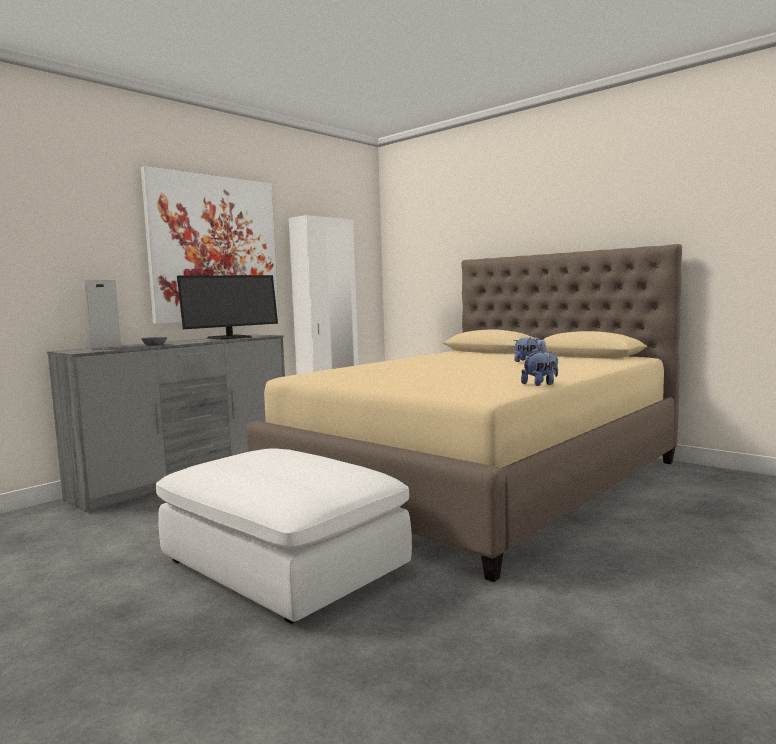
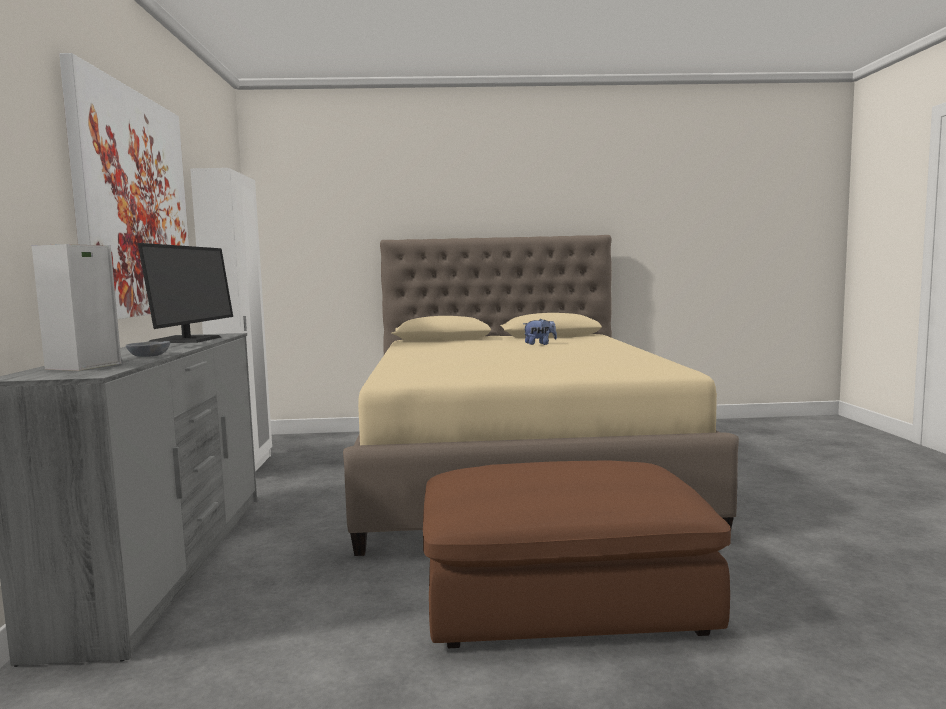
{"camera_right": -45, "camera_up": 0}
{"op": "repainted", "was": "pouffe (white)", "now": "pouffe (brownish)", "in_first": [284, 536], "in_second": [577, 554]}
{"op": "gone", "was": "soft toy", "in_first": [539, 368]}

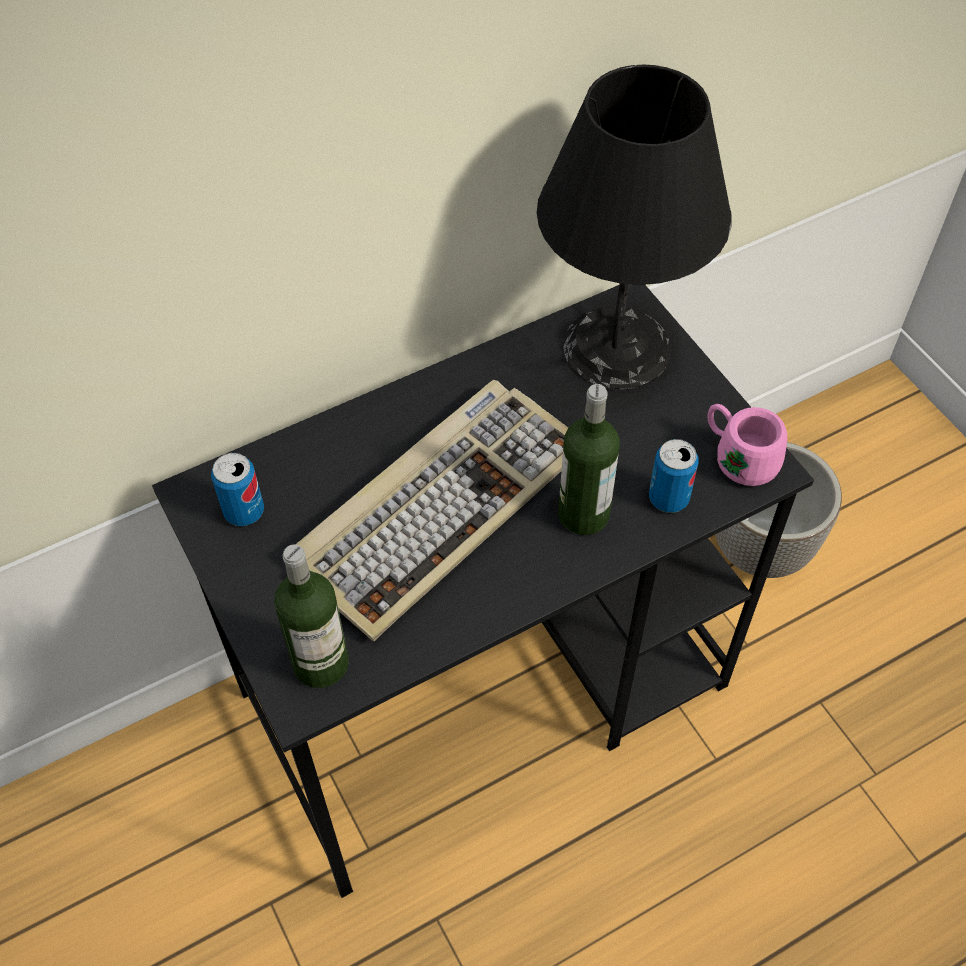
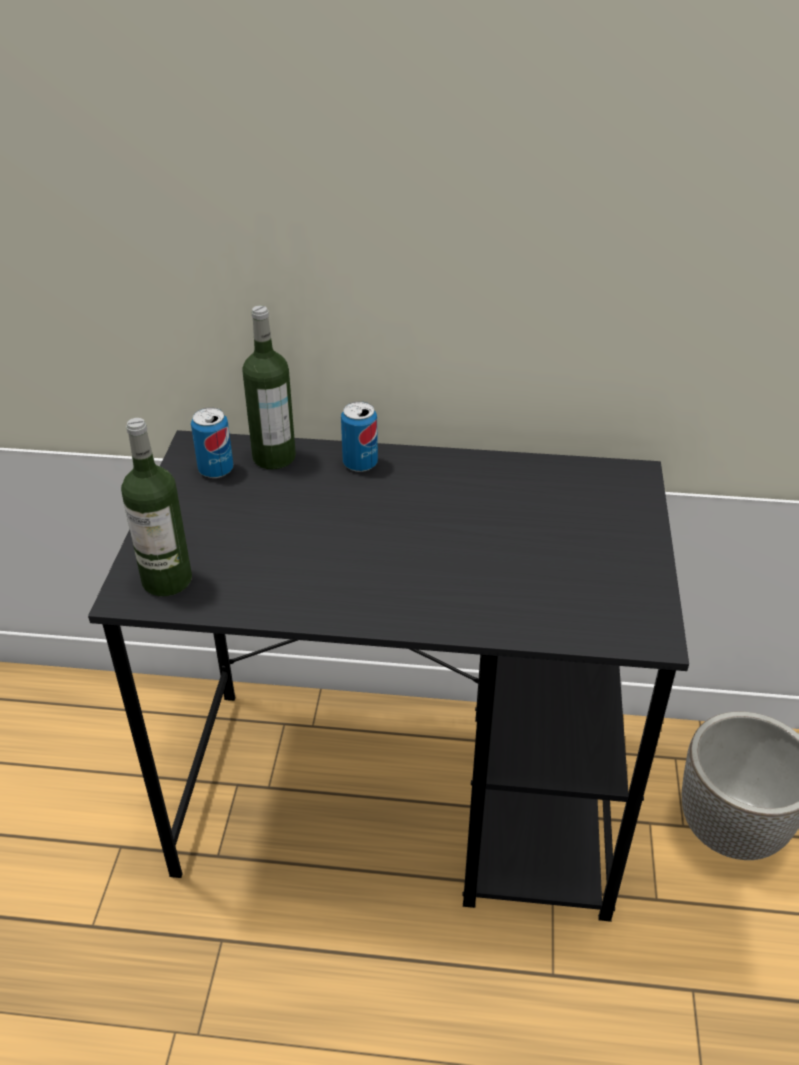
{"camera_right": 35, "camera_up": -15}
{"op": "gone", "was": "PC keyboard", "in_first": [431, 510]}
{"op": "gone", "was": "table lamp (black)", "in_first": [634, 227]}
{"op": "shifted", "was": "drink bottle", "in_first": [589, 459], "in_second": [269, 387]}
{"op": "shifted", "was": "sealed can", "in_first": [674, 476], "in_second": [359, 436]}
{"op": "gone", "was": "tea mug (pink)", "in_first": [747, 445]}

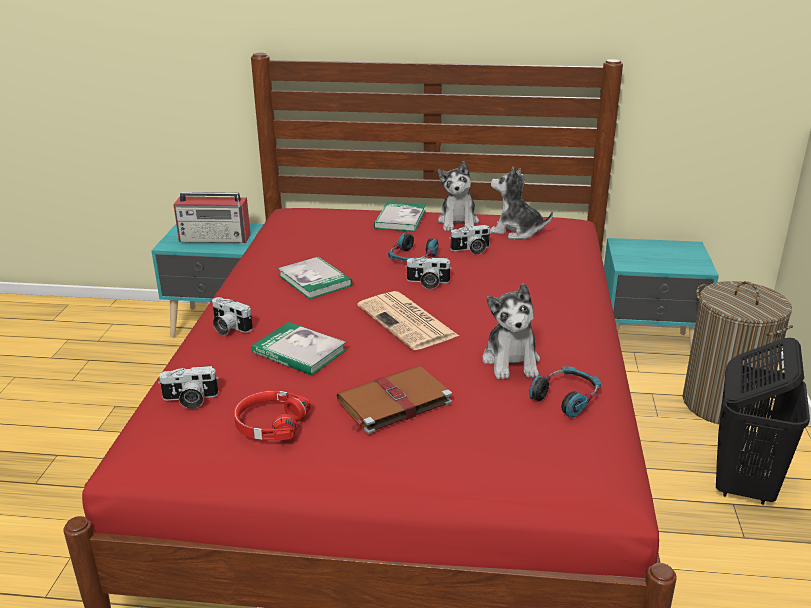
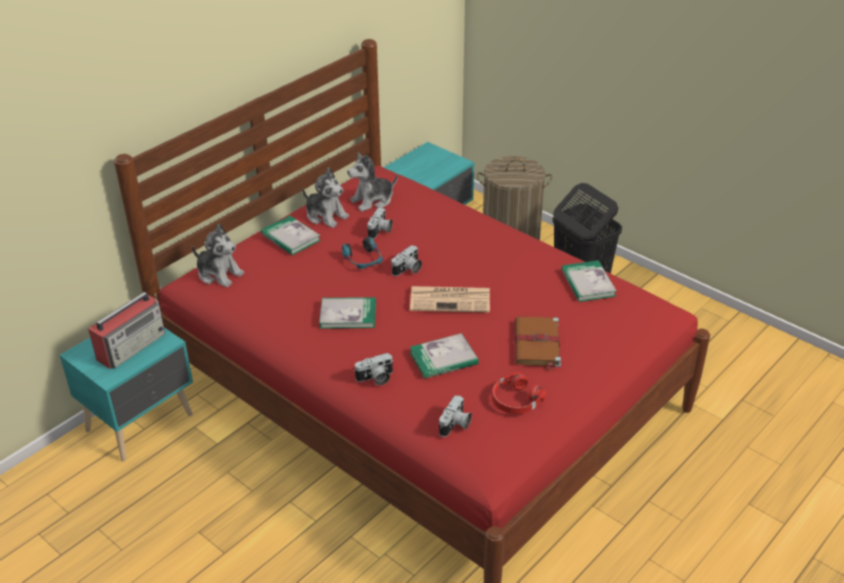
{"camera_right": -55, "camera_up": 10}
{"op": "shifted", "was": "soft toy", "in_first": [511, 331], "in_second": [217, 255]}
{"op": "swapped", "was": "pair of headphones", "now": "book", "in_first": [565, 392], "in_second": [589, 281]}

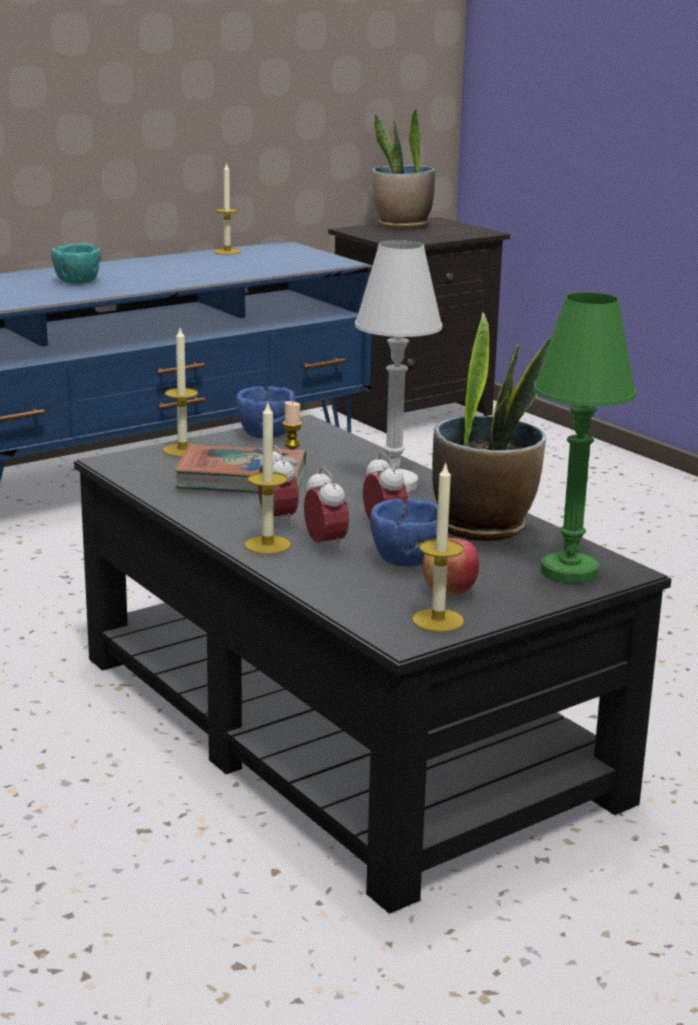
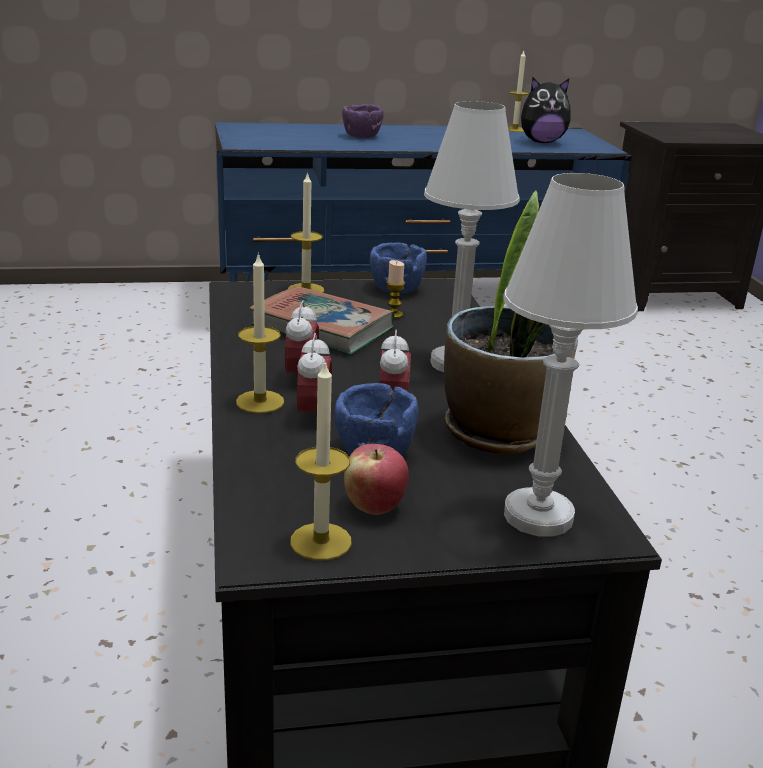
{"camera_right": 25, "camera_up": 5}
{"op": "repainted", "was": "serving bowl (turquoise-coloured)", "now": "serving bowl (purple-coloured)", "in_first": [76, 263], "in_second": [363, 121]}
{"op": "gone", "was": "houseplant", "in_first": [403, 169]}
{"op": "repainted", "was": "table lamp (green)", "now": "table lamp (white)", "in_first": [584, 437], "in_second": [571, 355]}
{"op": "new", "now": "soft toy", "in_second": [545, 110]}

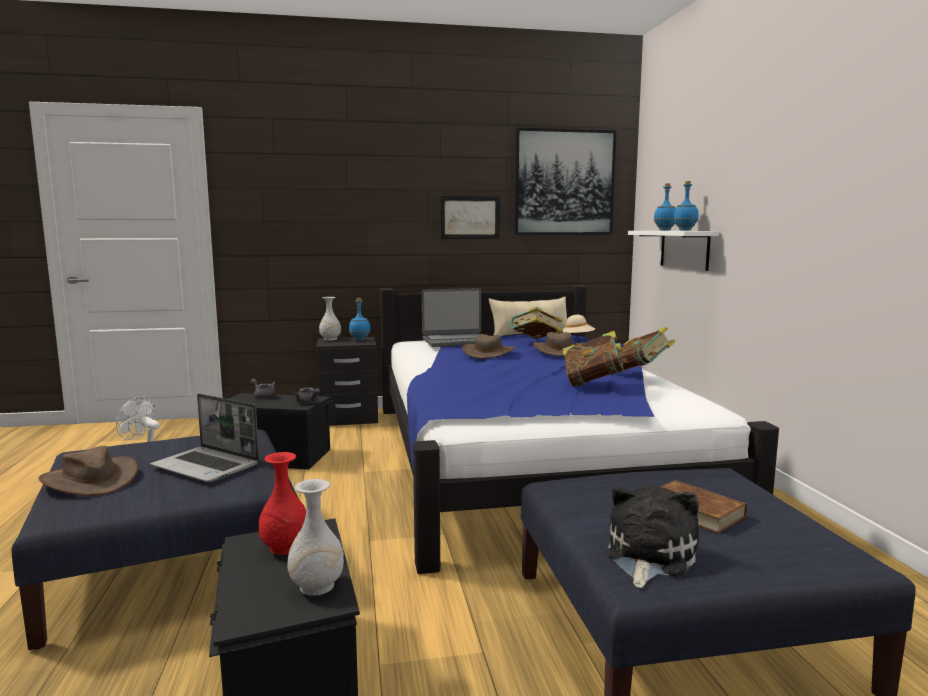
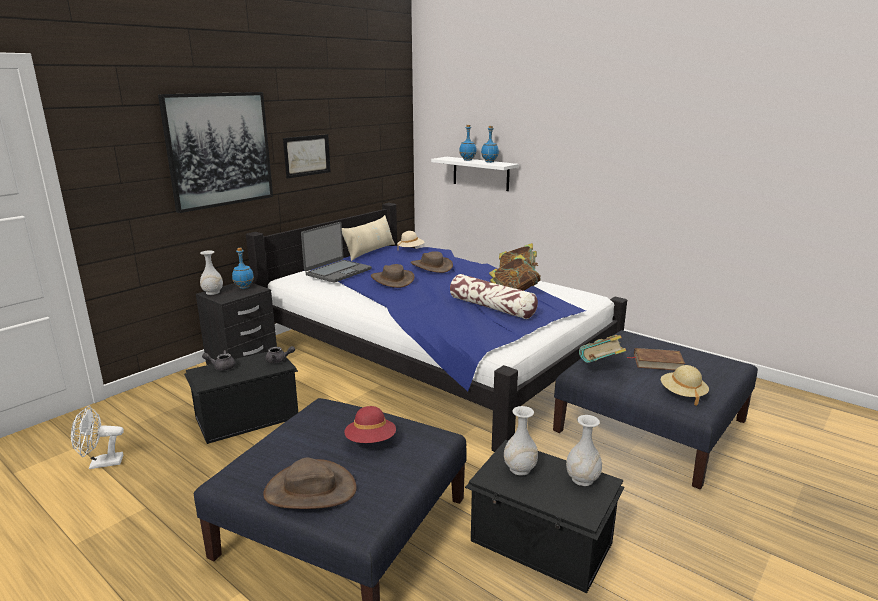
{"camera_right": -40, "camera_up": 10}
{"op": "swapped", "was": "portable computer", "now": "wearable hat (red)", "in_first": [204, 438], "in_second": [370, 424]}
{"op": "repainted", "was": "flower vase (red)", "now": "flower vase (white)", "in_first": [282, 503], "in_second": [521, 441]}
{"op": "shifted", "was": "book", "in_first": [537, 323], "in_second": [602, 349]}
{"op": "shifted", "was": "wall picture", "in_first": [565, 181], "in_second": [215, 152]}
{"op": "swapped", "was": "soft toy", "now": "wearable hat (beige)", "in_first": [652, 537], "in_second": [685, 385]}
{"op": "new", "now": "pillow", "in_second": [494, 296]}

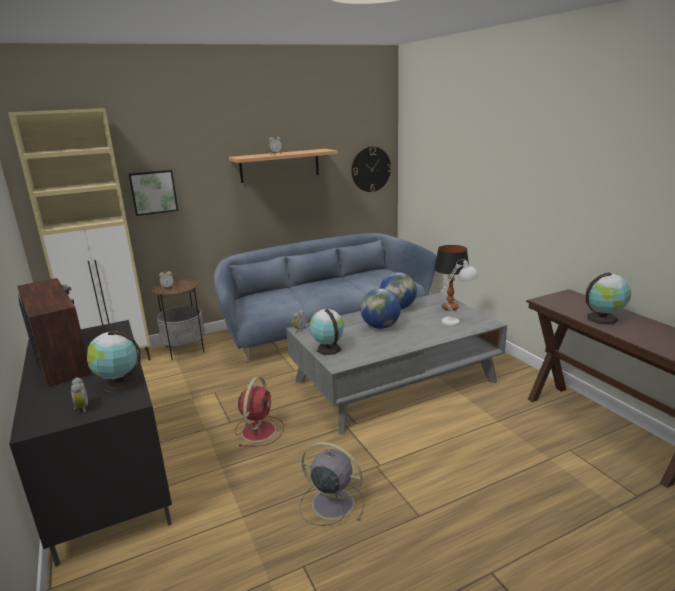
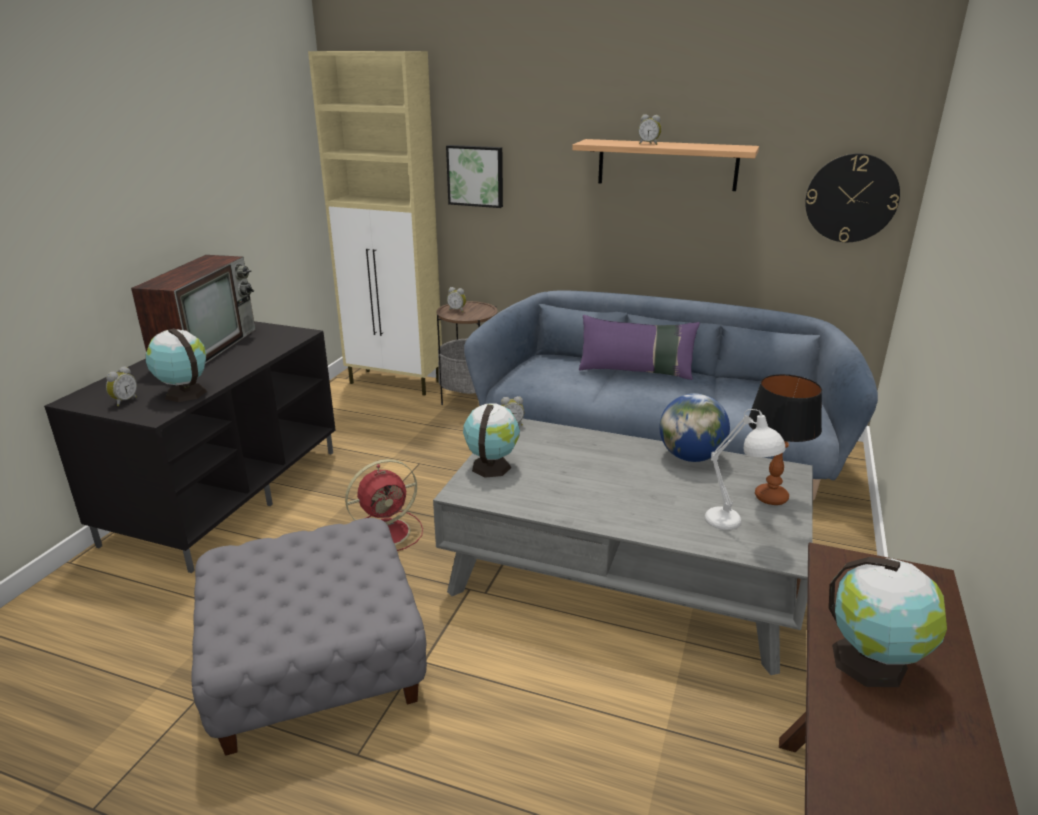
{"camera_right": 45, "camera_up": 5}
{"op": "swapped", "was": "electric fan (grey)", "now": "pouffe (grey)", "in_first": [331, 484], "in_second": [309, 637]}
{"op": "gone", "was": "globe", "in_first": [380, 308]}
{"op": "new", "now": "pillow (purple-coloured)", "in_second": [639, 347]}

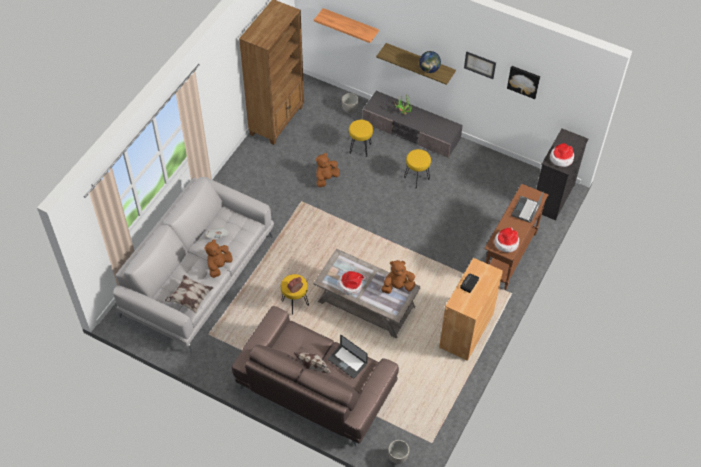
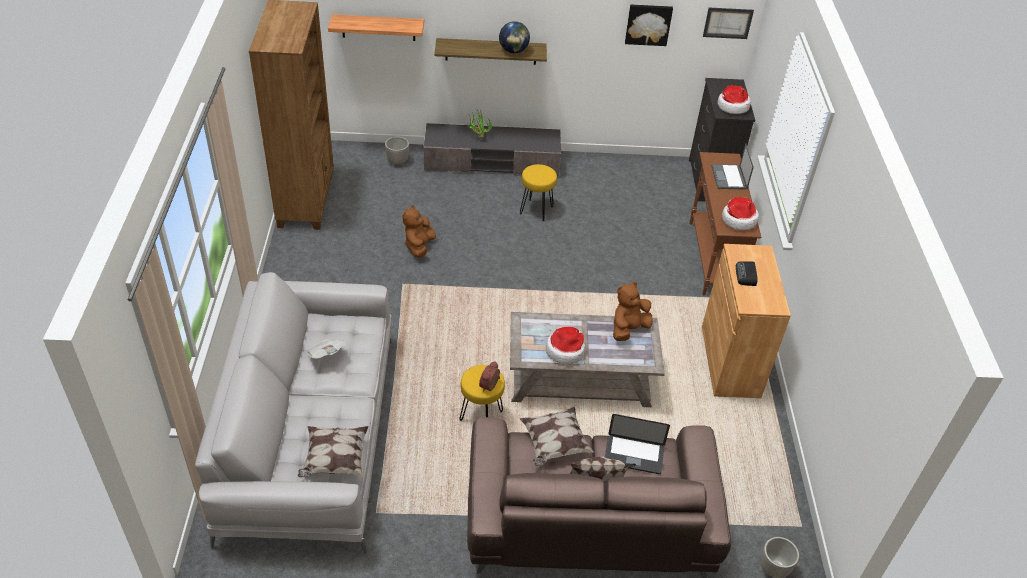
{"camera_right": -30, "camera_up": -10}
{"op": "gone", "was": "soft toy (brownish)", "in_first": [218, 258]}
{"op": "gone", "was": "stool seat (yellow)", "in_first": [361, 138]}
{"op": "shifted", "was": "wall picture", "in_first": [480, 65], "in_second": [728, 23]}
{"op": "new", "now": "pillow", "in_second": [557, 436]}

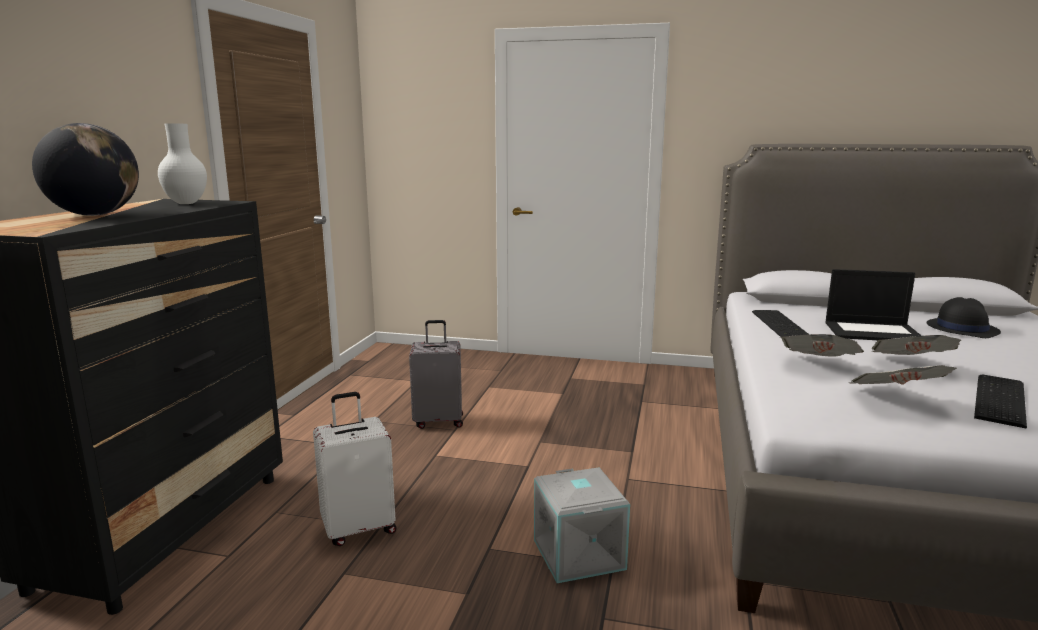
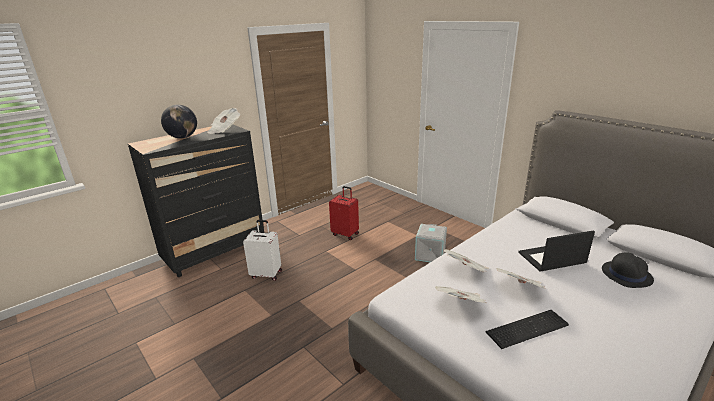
{"camera_right": 35, "camera_up": 10}
{"op": "swapped", "was": "flower vase (white)", "now": "newspaper", "in_first": [182, 164], "in_second": [223, 121]}
{"op": "repainted", "was": "suitcase (grey)", "now": "suitcase (red)", "in_first": [436, 374], "in_second": [344, 213]}
{"op": "shifted", "was": "storage container (grey)", "in_first": [582, 525], "in_second": [431, 243]}
{"op": "gone", "was": "PC keyboard", "in_first": [780, 323]}
{"op": "rotated", "was": "portable computer", "in_first": [873, 304], "in_second": [556, 251], "clockwise": 120}

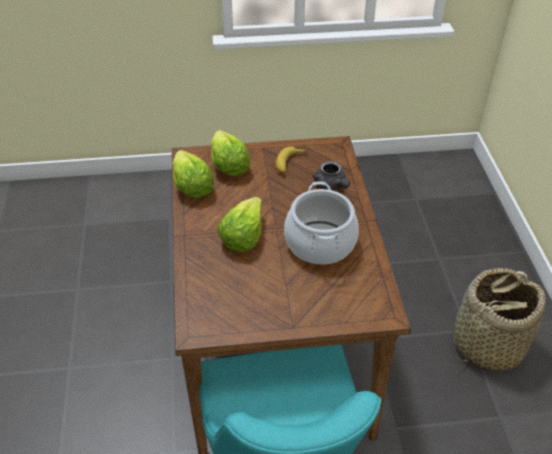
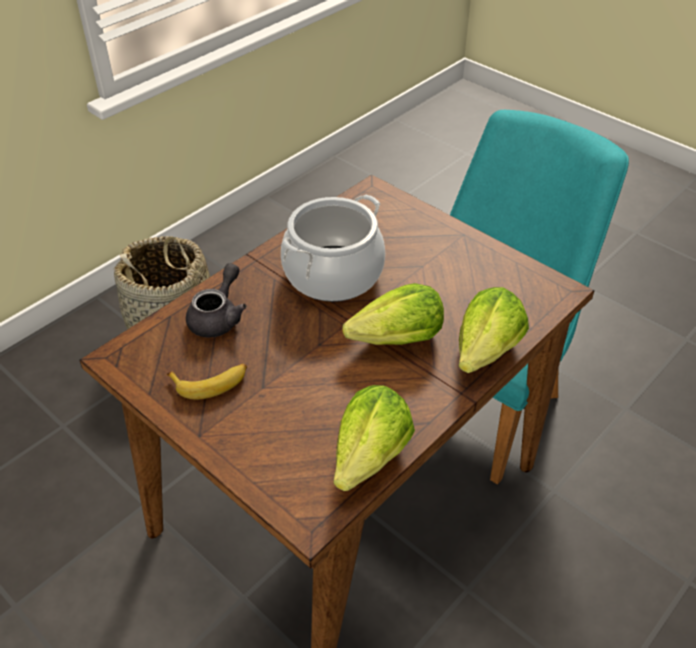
{"camera_right": -130, "camera_up": 0}
{"op": "shifted", "was": "head of lettuce", "in_first": [230, 153], "in_second": [494, 330]}

